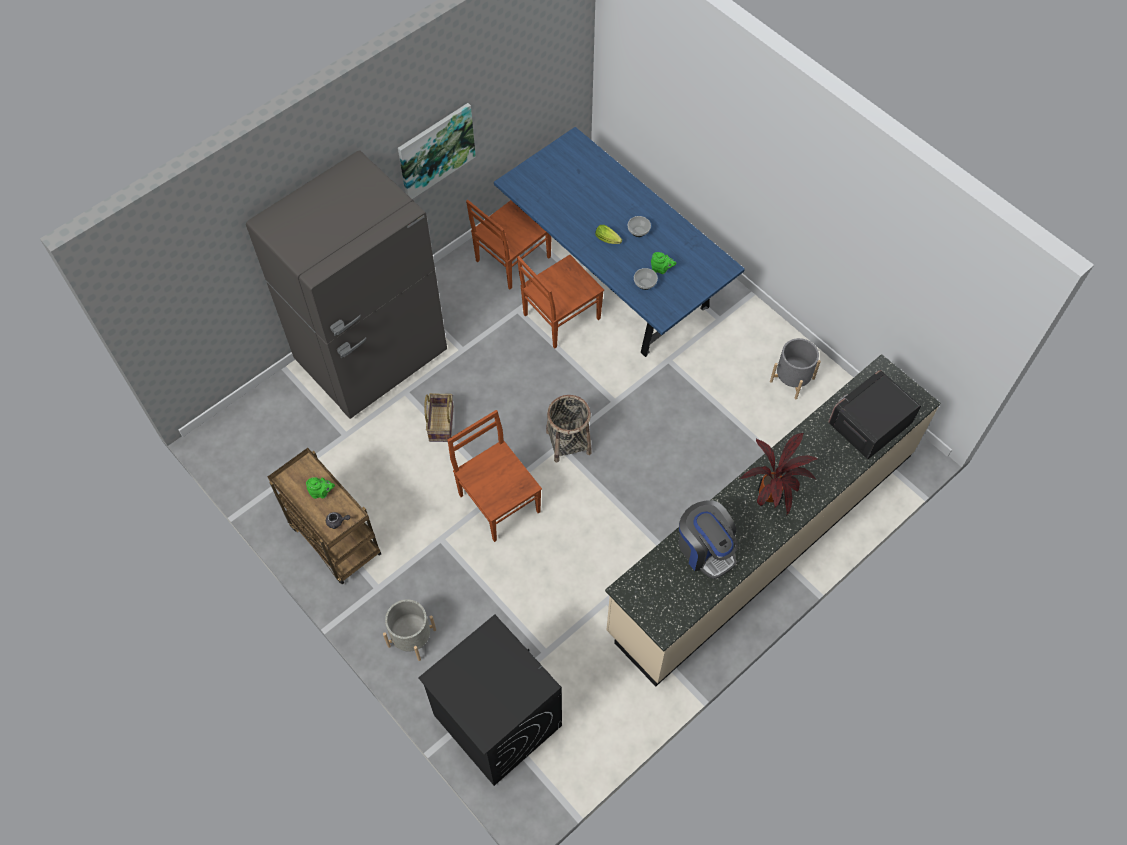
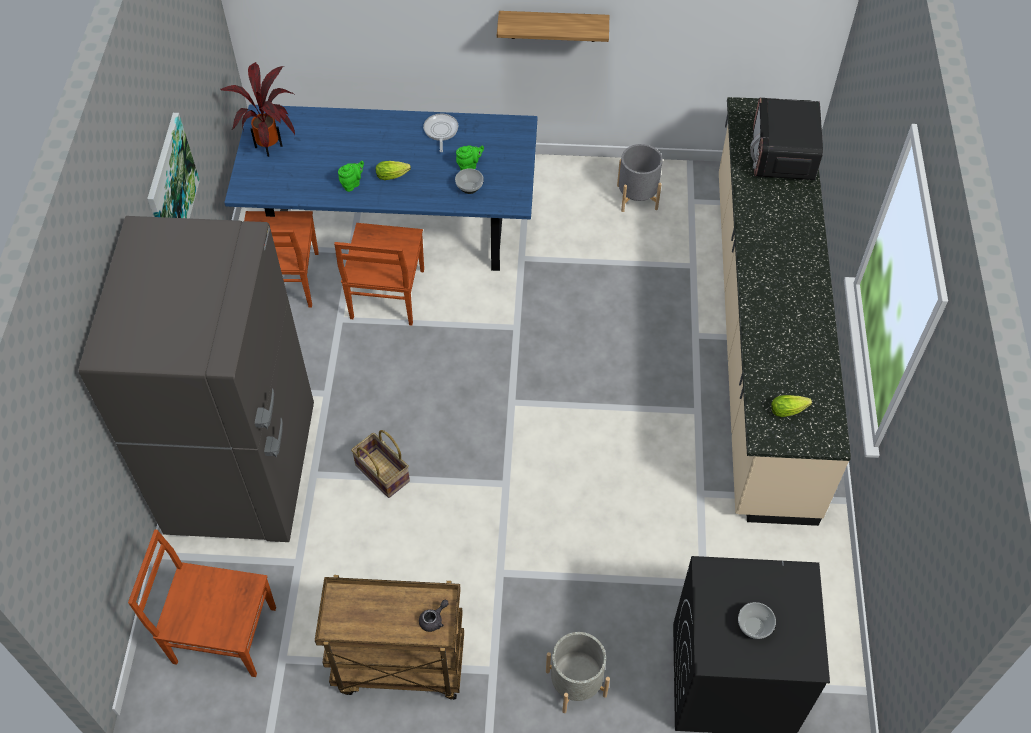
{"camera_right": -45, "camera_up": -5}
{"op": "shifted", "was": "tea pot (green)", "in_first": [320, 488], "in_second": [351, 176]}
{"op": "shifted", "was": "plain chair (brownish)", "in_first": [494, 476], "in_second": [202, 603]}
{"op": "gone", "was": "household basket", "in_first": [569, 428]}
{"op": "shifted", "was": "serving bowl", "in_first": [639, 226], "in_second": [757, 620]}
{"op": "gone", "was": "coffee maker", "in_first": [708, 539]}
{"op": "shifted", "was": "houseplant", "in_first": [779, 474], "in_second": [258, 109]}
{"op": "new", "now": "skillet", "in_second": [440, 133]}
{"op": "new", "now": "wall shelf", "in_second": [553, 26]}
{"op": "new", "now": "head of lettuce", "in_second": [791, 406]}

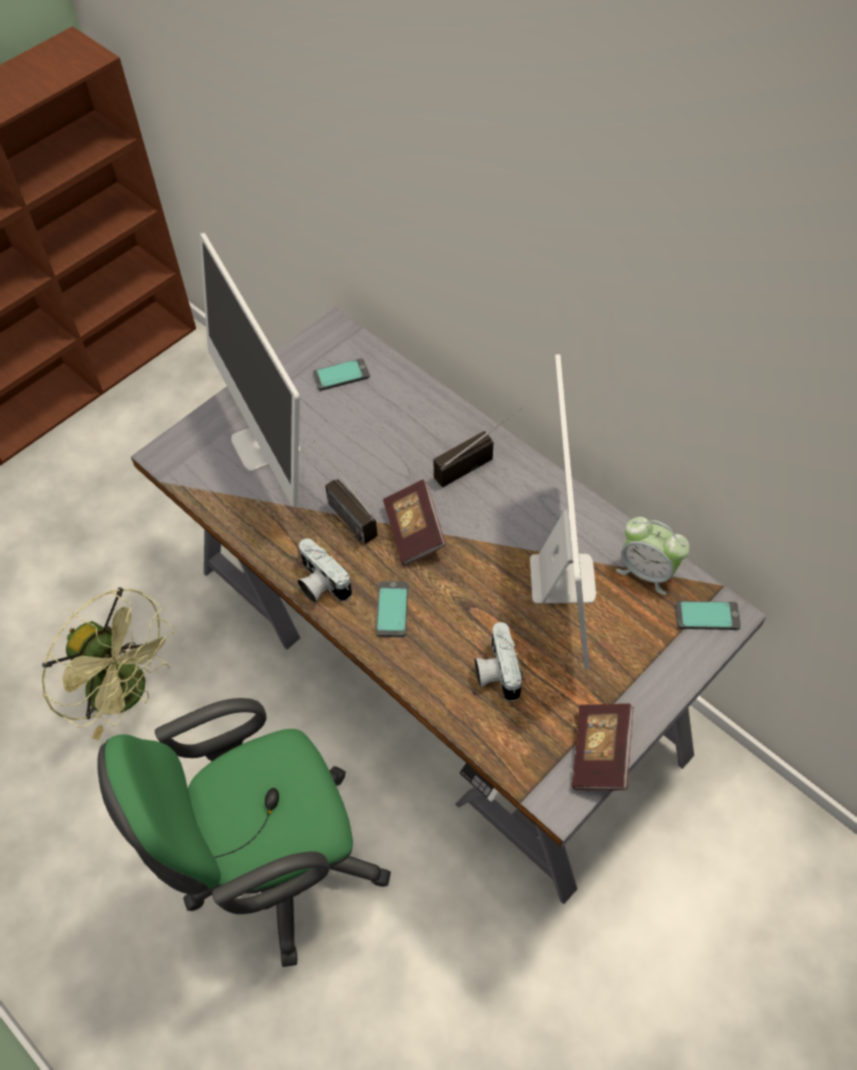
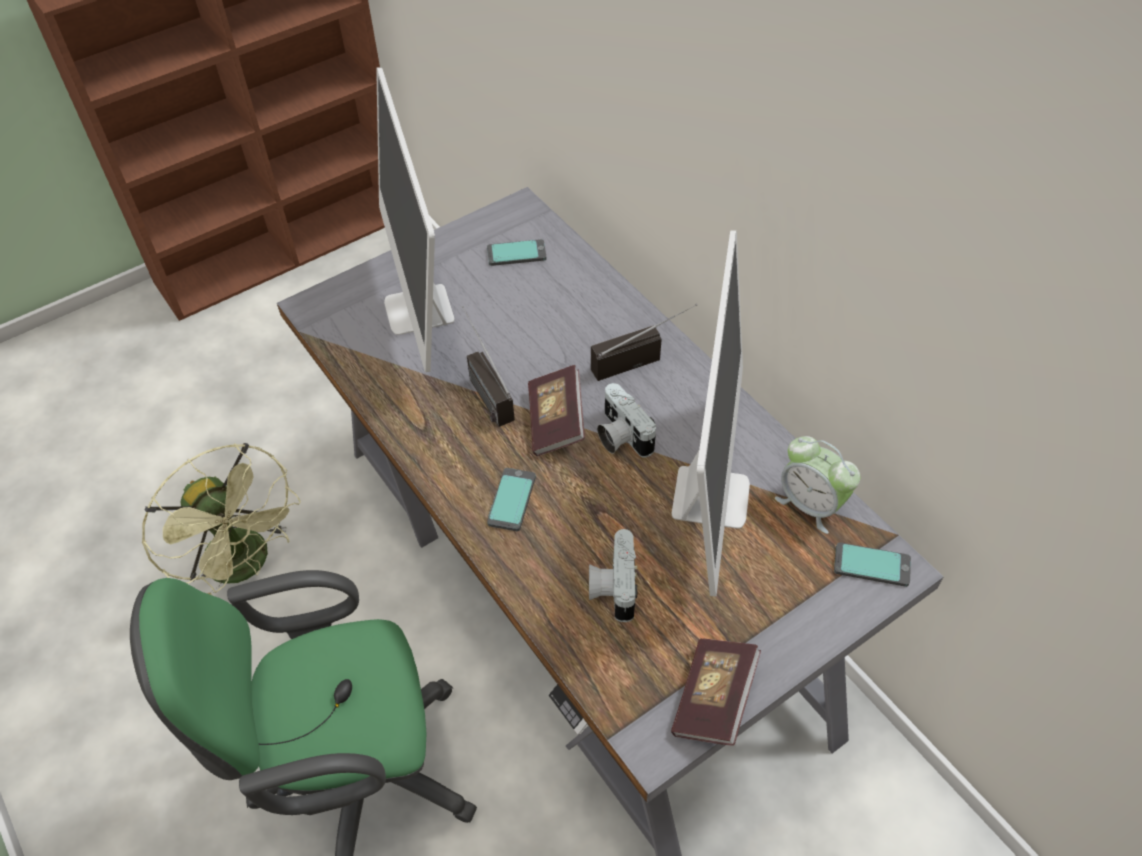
{"camera_right": 10, "camera_up": -5}
{"op": "shifted", "was": "still camera", "in_first": [325, 571], "in_second": [626, 420]}

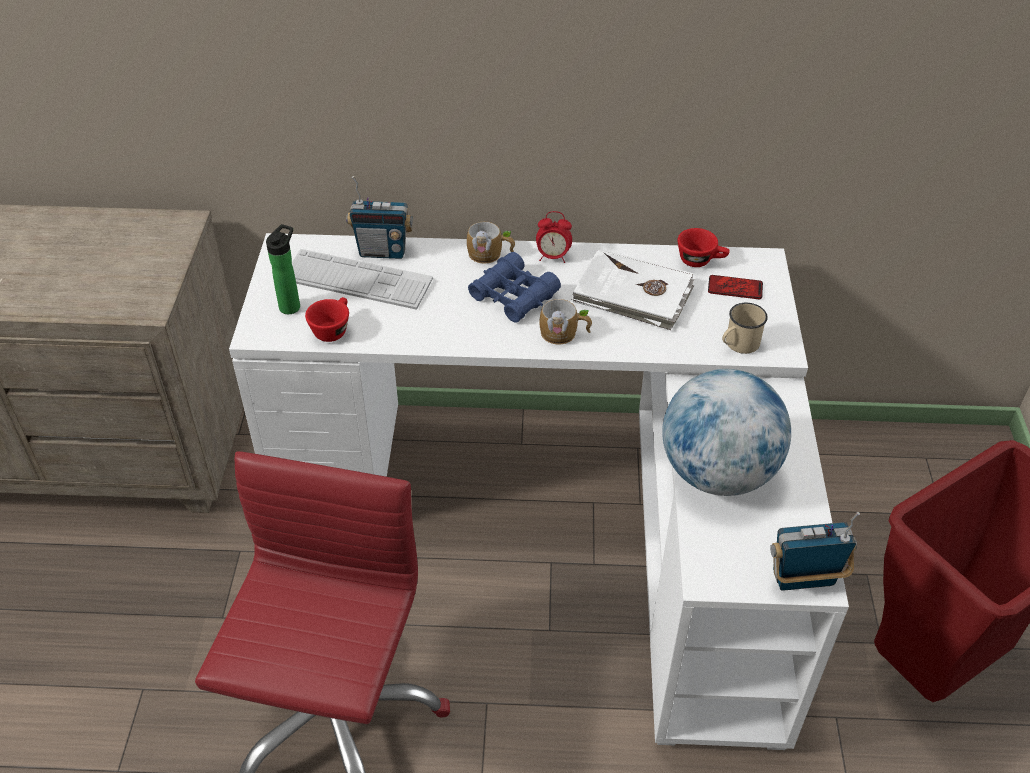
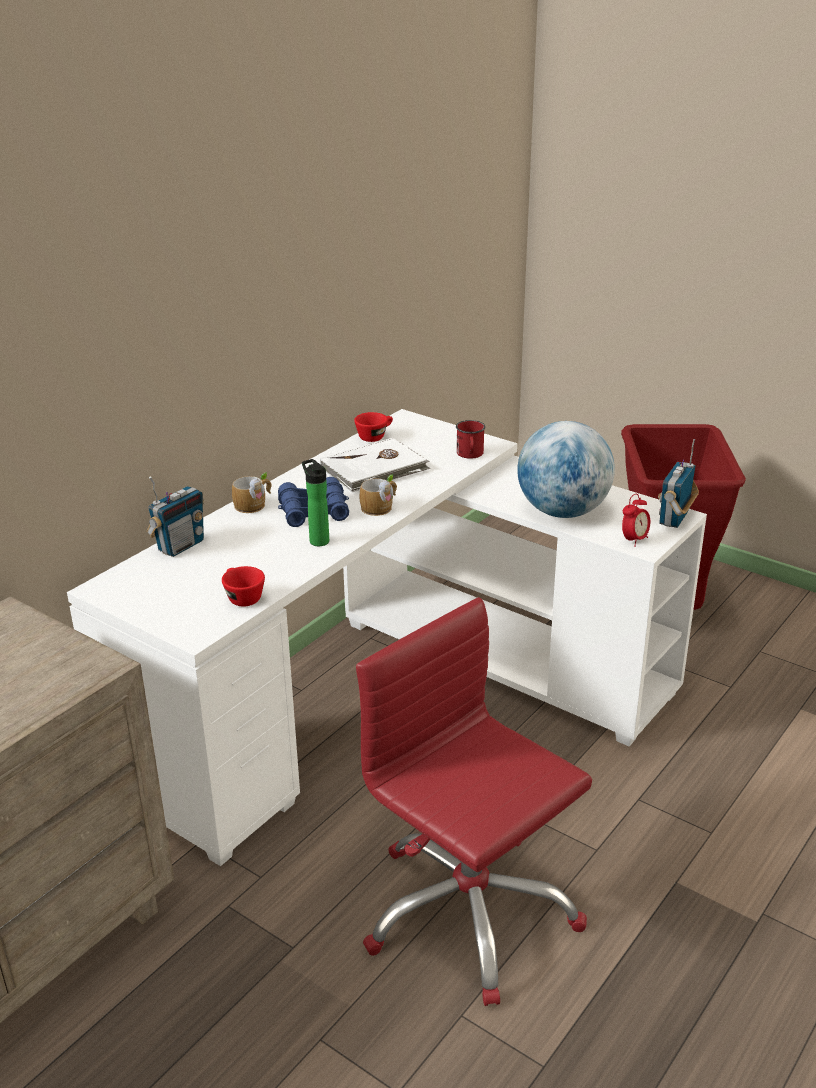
{"camera_right": -55, "camera_up": -15}
{"op": "shifted", "was": "drink bottle", "in_first": [283, 269], "in_second": [315, 502]}
{"op": "gone", "was": "PC keyboard", "in_first": [362, 279]}
{"op": "shifted", "was": "bedside clock", "in_first": [554, 237], "in_second": [636, 520]}
{"op": "gone", "was": "handset", "in_first": [735, 287]}
{"op": "repainted", "was": "tea mug (beige)", "now": "tea mug (red)", "in_first": [745, 328], "in_second": [470, 439]}

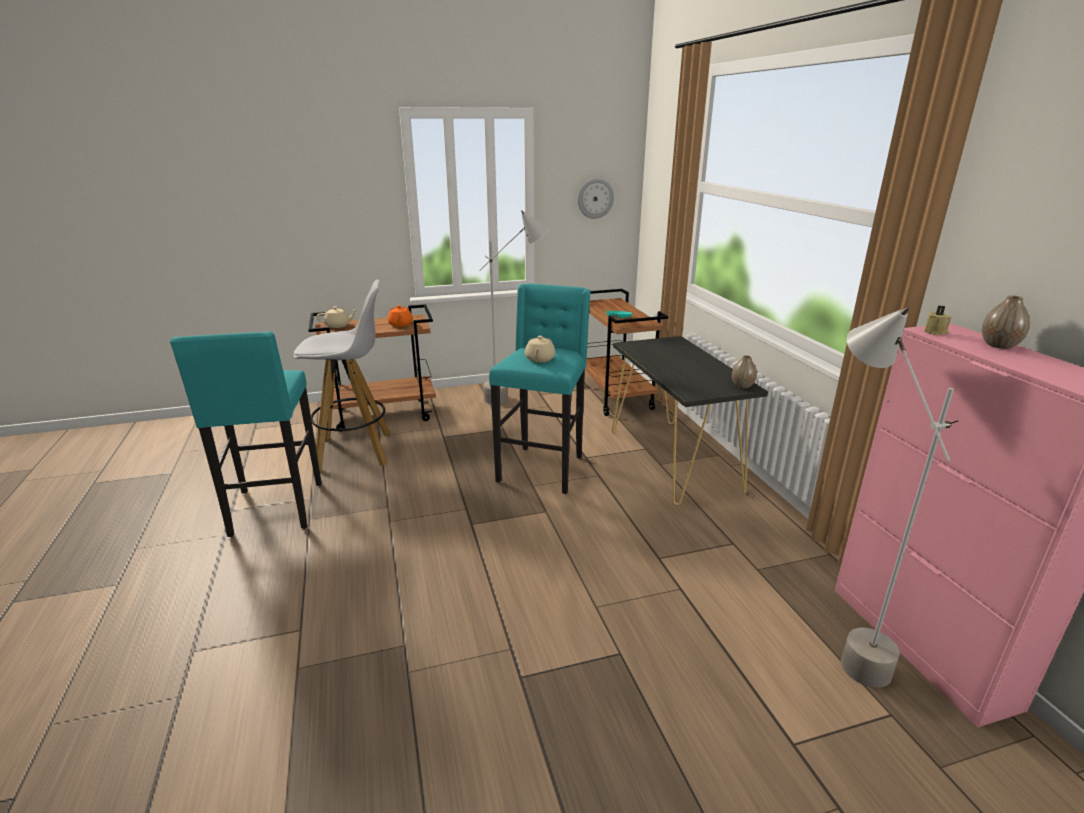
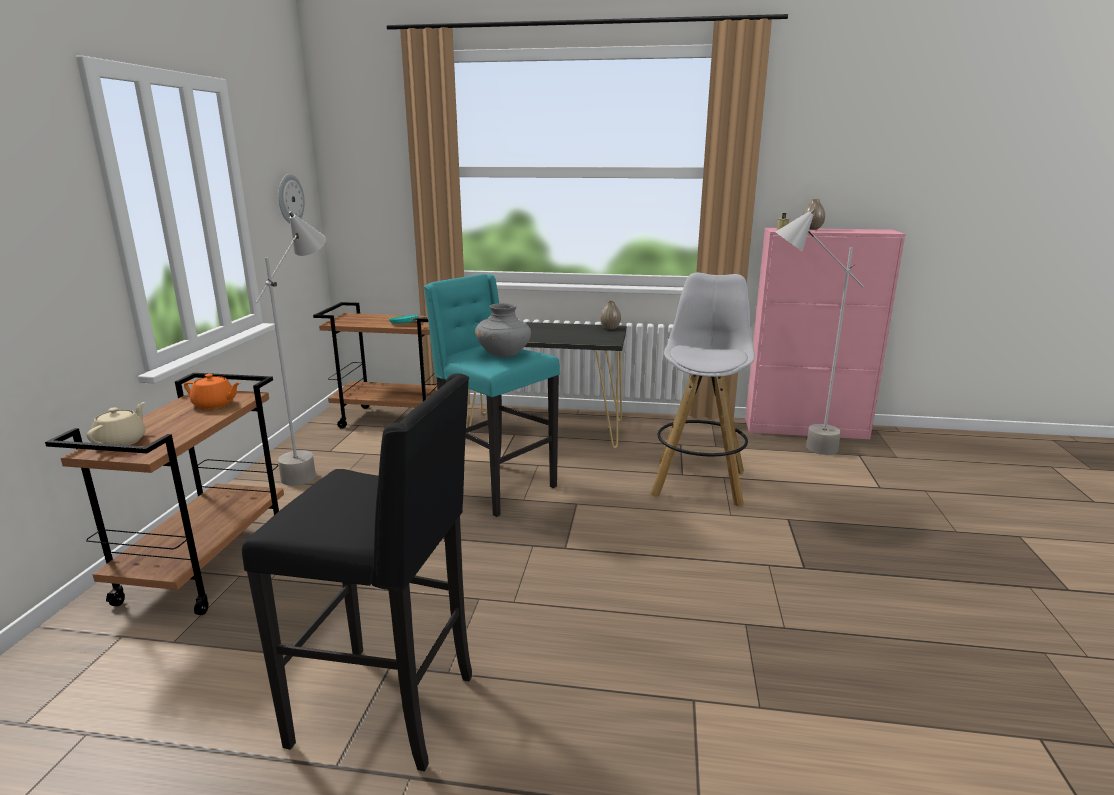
{"camera_right": -65, "camera_up": -5}
{"op": "repainted", "was": "stool seat (turquoise-coloured)", "now": "stool seat (black)", "in_first": [246, 434], "in_second": [357, 572]}
{"op": "shifted", "was": "stool seat (white)", "in_first": [342, 375], "in_second": [702, 389]}
{"op": "swapped", "was": "tea pot (beige)", "now": "flower vase (grey)", "in_first": [540, 349], "in_second": [503, 330]}

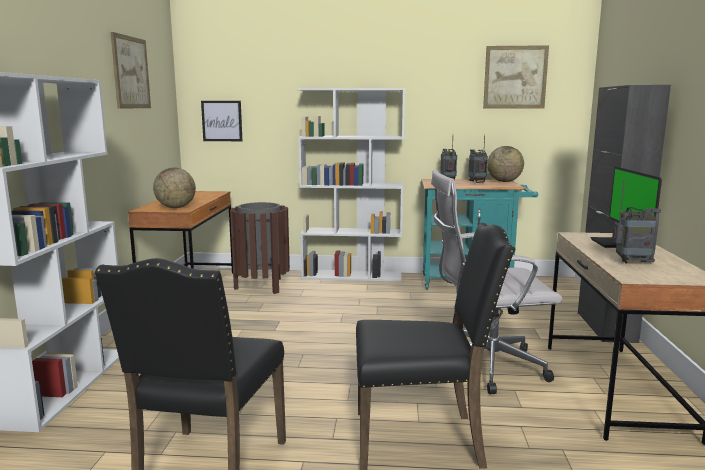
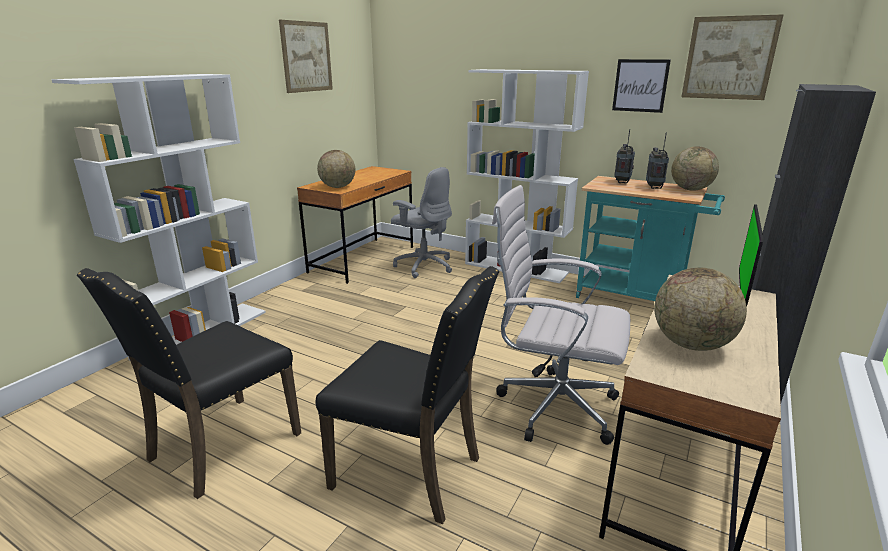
{"camera_right": 25, "camera_up": 10}
{"op": "shifted", "was": "wall picture", "in_first": [221, 121], "in_second": [641, 86]}
{"op": "swapped", "was": "rubbish bin (brownish)", "now": "computer chair (grey)", "in_first": [260, 248], "in_second": [421, 222]}
{"op": "swapped", "was": "radio receiver", "now": "globe", "in_first": [636, 222], "in_second": [700, 309]}

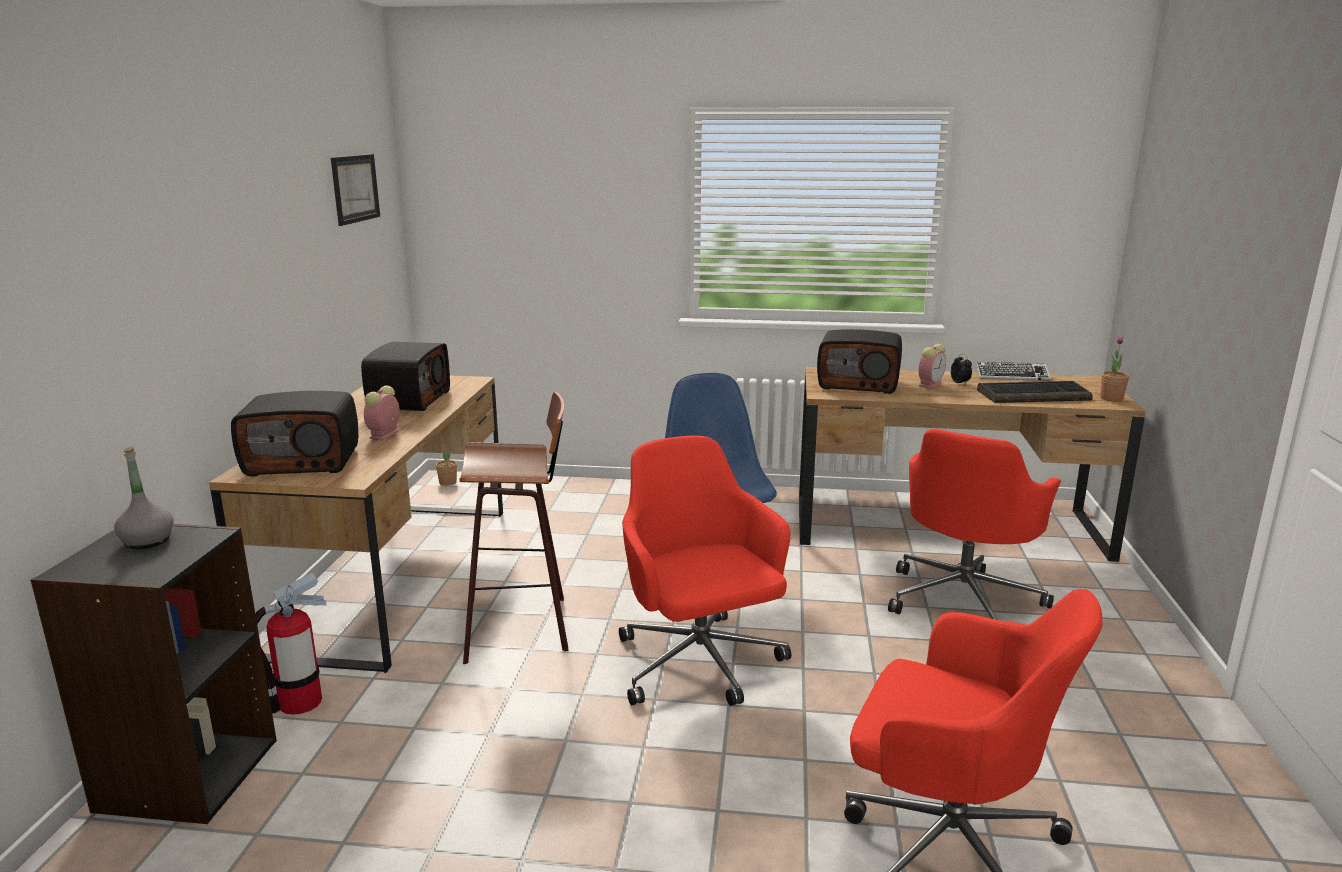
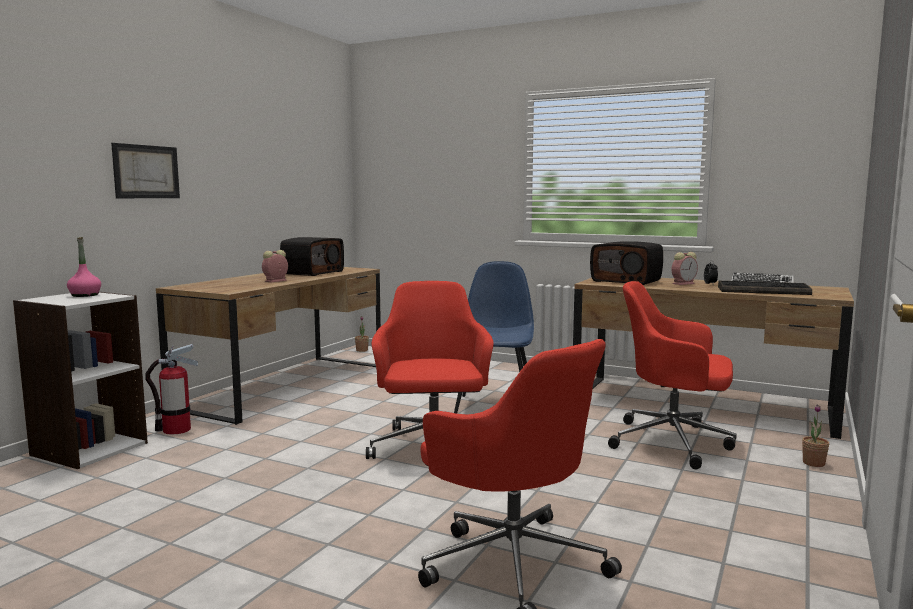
{"camera_right": 20, "camera_up": -10}
{"op": "repainted", "was": "shelving unit (black)", "now": "shelving unit (white)", "in_first": [153, 674], "in_second": [80, 380]}
{"op": "repainted", "was": "drink bottle (grey)", "now": "drink bottle (pink)", "in_first": [144, 498], "in_second": [84, 267]}
{"op": "gone", "was": "radio receiver", "in_first": [294, 434]}
{"op": "shifted", "was": "wall picture", "in_first": [355, 190], "in_second": [145, 170]}
{"op": "gone", "was": "stool seat", "in_first": [514, 528]}
{"op": "rotated", "was": "computer chair (red)", "in_first": [974, 524], "in_second": [672, 375], "clockwise": 60}
{"op": "shifted", "was": "houseplant", "in_first": [1114, 369], "in_second": [815, 436]}

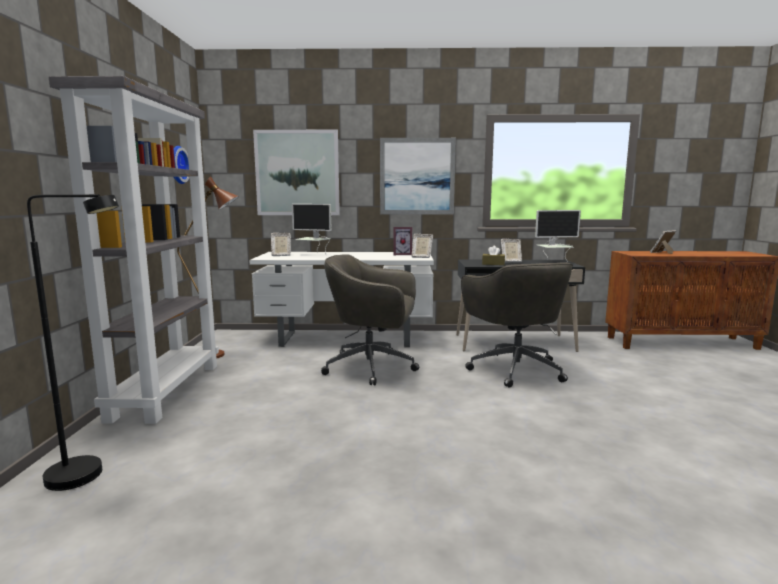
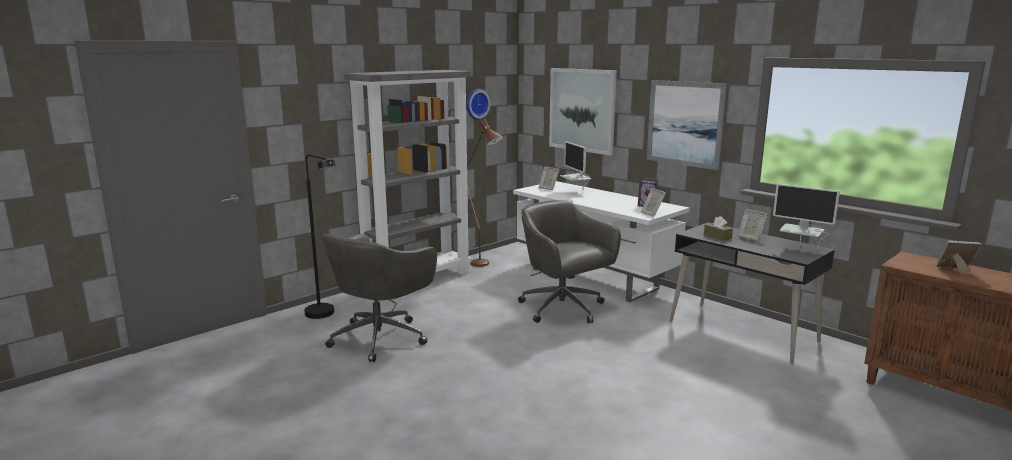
{"camera_right": 45, "camera_up": 5}
{"op": "shifted", "was": "computer chair (grey)", "in_first": [517, 325], "in_second": [379, 297]}

